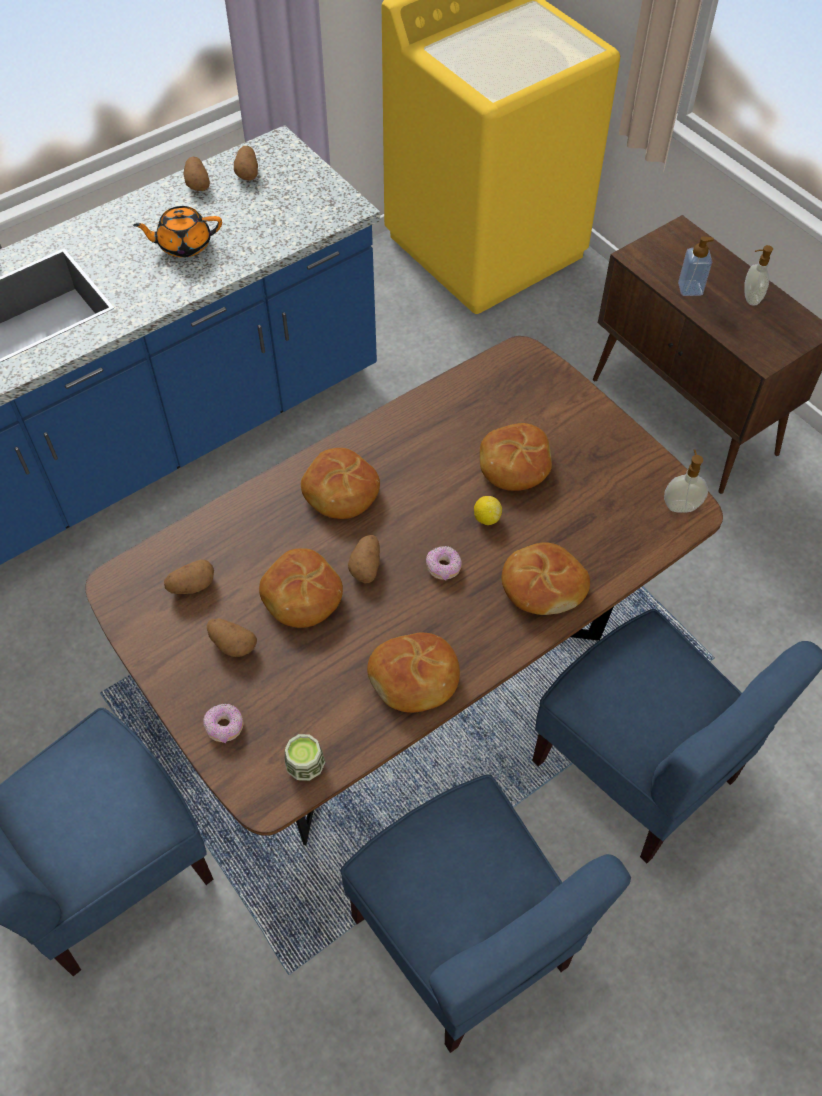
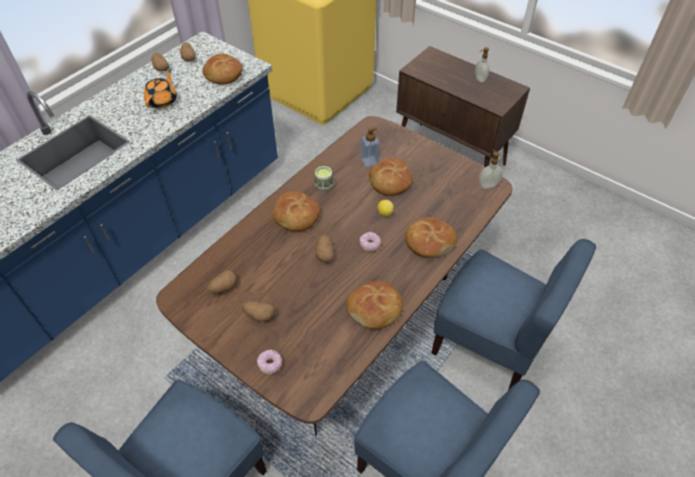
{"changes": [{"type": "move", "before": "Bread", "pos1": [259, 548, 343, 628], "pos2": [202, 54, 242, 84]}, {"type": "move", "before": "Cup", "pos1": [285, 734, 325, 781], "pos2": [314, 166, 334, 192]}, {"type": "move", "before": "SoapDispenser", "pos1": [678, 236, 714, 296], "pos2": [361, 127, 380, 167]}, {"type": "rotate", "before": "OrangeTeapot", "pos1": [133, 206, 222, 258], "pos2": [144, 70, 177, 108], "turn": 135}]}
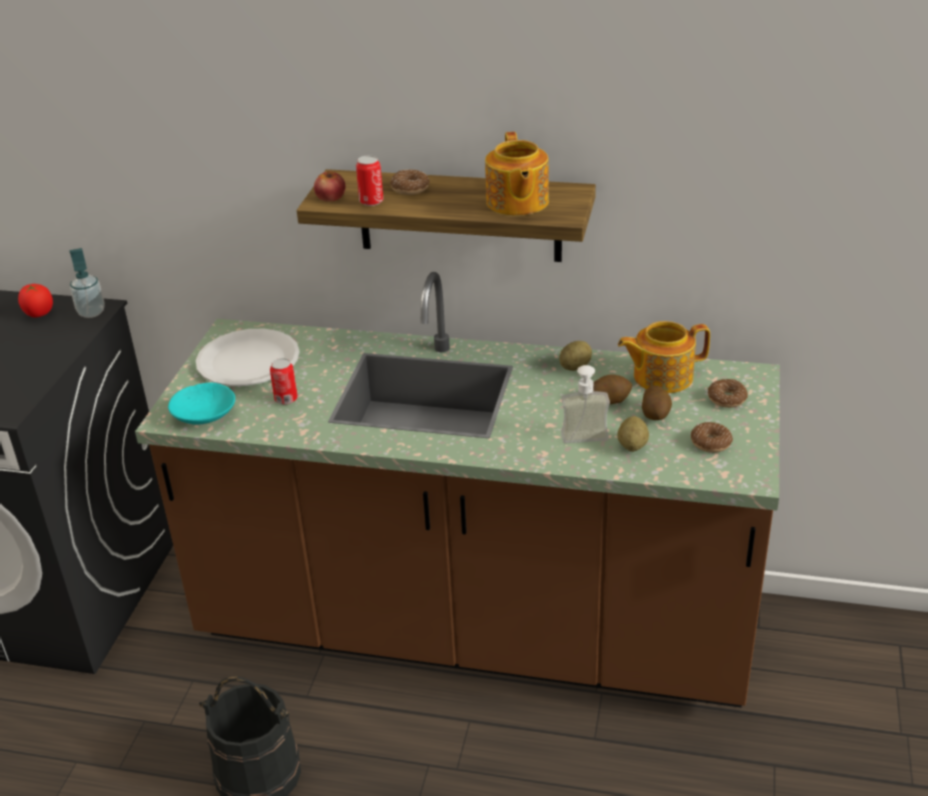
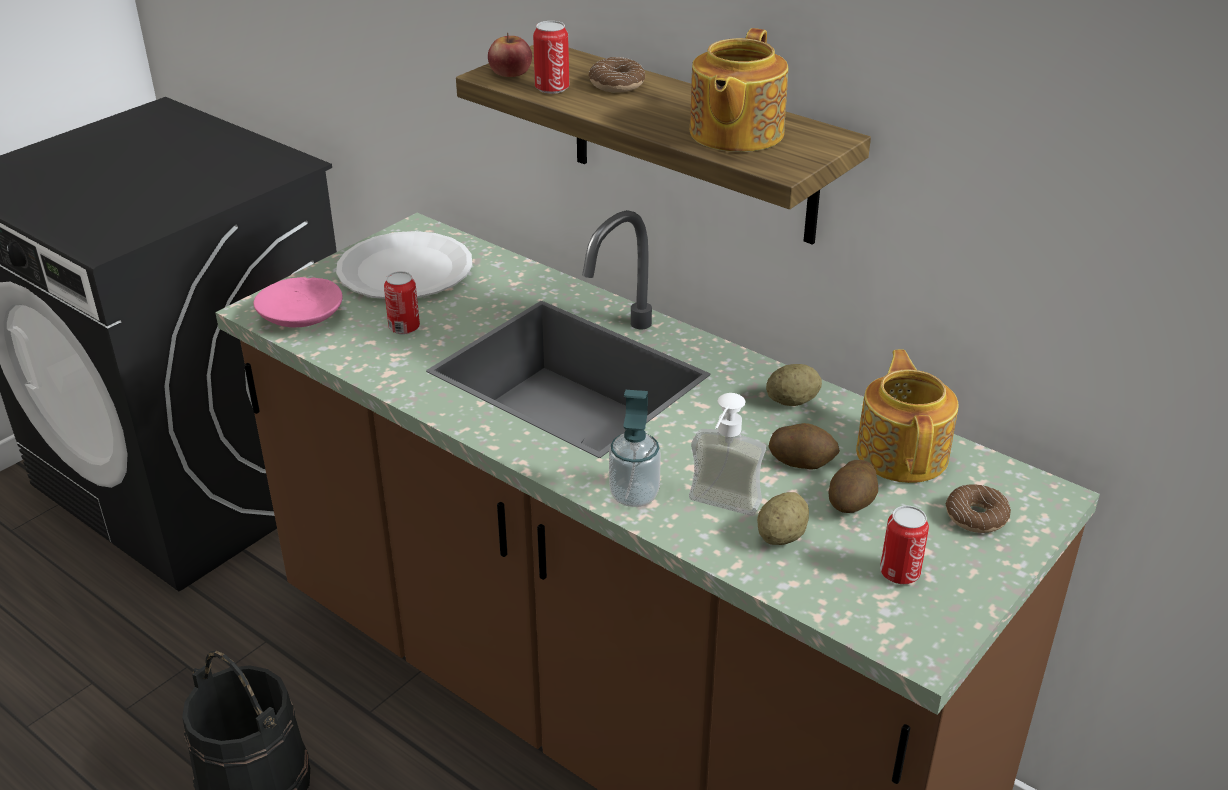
{"changes": [{"type": "delete", "before": "Tomato", "pos1": [18, 284, 53, 317]}, {"type": "move", "before": "SoapDispenser", "pos1": [69, 248, 105, 318], "pos2": [609, 390, 661, 507]}, {"type": "replace", "before": "Donut", "after": "Can", "pos1": [691, 422, 733, 453], "pos2": [880, 506, 929, 584]}, {"type": "recolor", "before": "TurquoiseBowl", "after": "PinkBowl", "pos1": [168, 382, 235, 425], "pos2": [254, 277, 343, 327]}, {"type": "rotate", "before": "Teapot", "pos1": [618, 321, 710, 393], "pos2": [856, 350, 959, 483], "turn": 75}]}
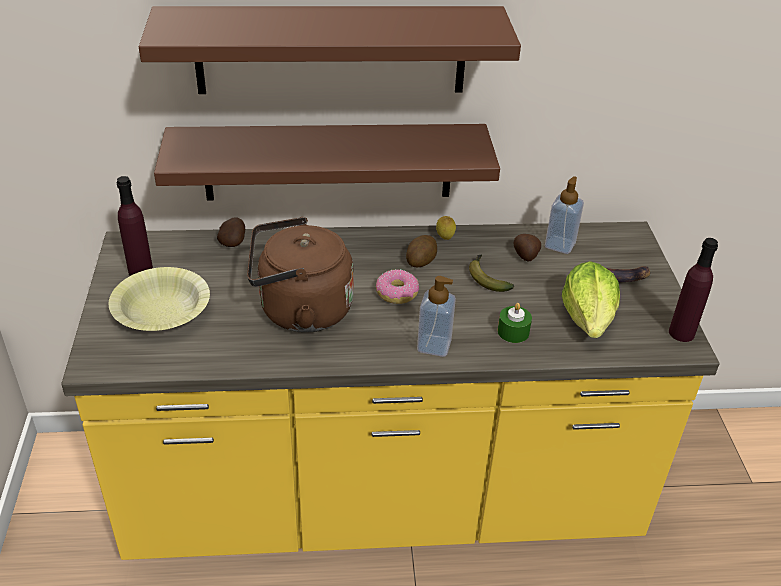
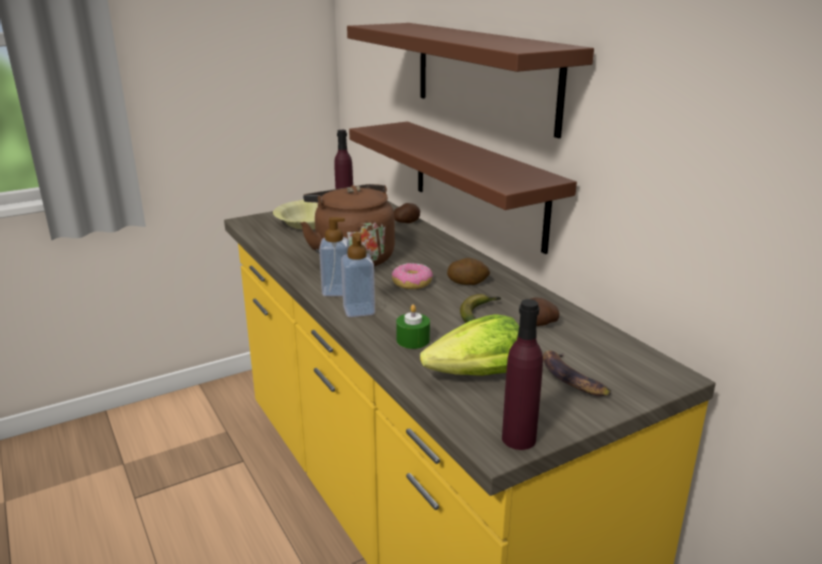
{"changes": [{"type": "delete", "before": "Lemon", "pos1": [436, 216, 456, 240]}, {"type": "move", "before": "SoapDispenser", "pos1": [545, 176, 584, 254], "pos2": [319, 217, 349, 296]}]}
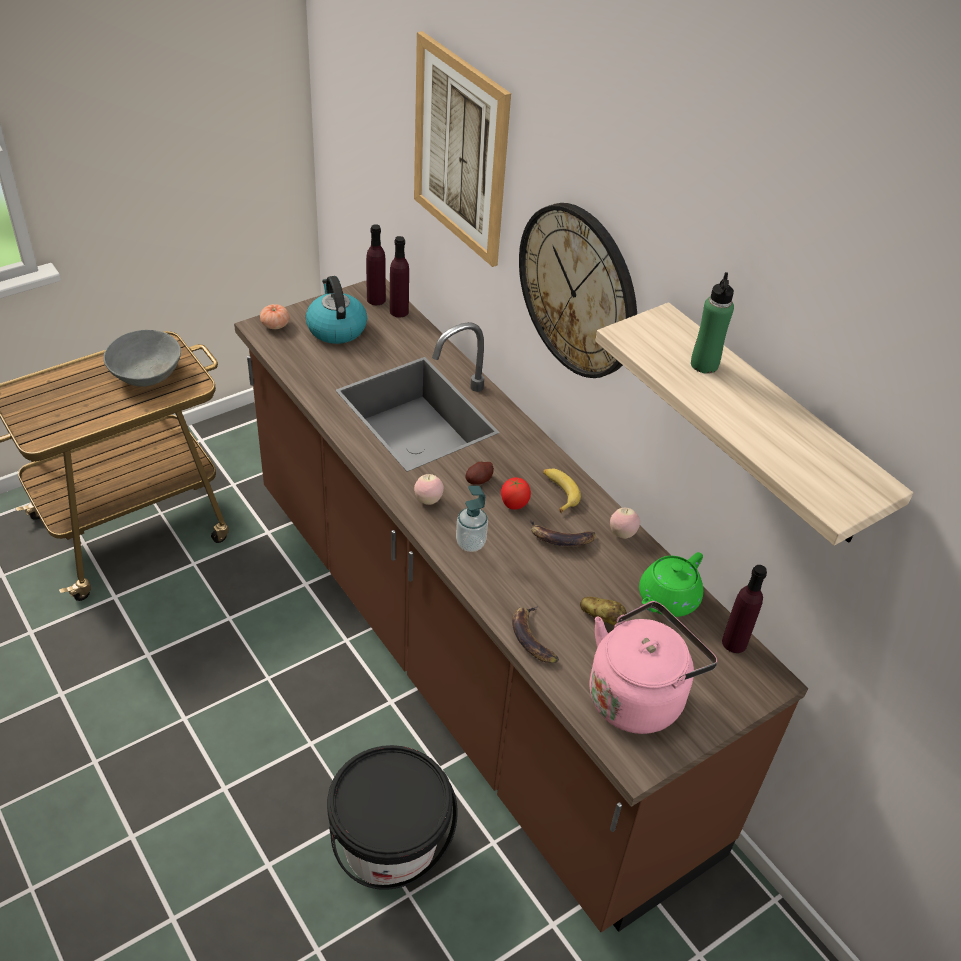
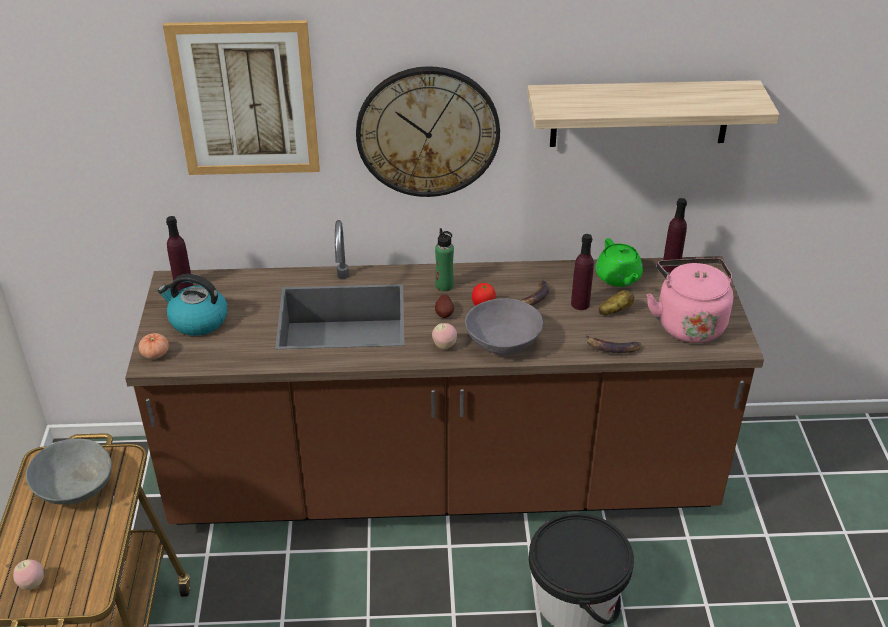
{"changes": [{"type": "delete", "before": "Banana", "pos1": [543, 469, 581, 513]}, {"type": "move", "before": "PurpleBottle", "pos1": [390, 236, 409, 317], "pos2": [571, 234, 594, 310]}, {"type": "move", "before": "Apple", "pos1": [610, 508, 640, 539], "pos2": [13, 559, 44, 590]}, {"type": "move", "before": "GreenBottle", "pos1": [691, 272, 734, 374], "pos2": [435, 228, 454, 291]}, {"type": "replace", "before": "SoapDispenser", "after": "GreyBowl", "pos1": [456, 486, 488, 552], "pos2": [465, 298, 543, 355]}]}
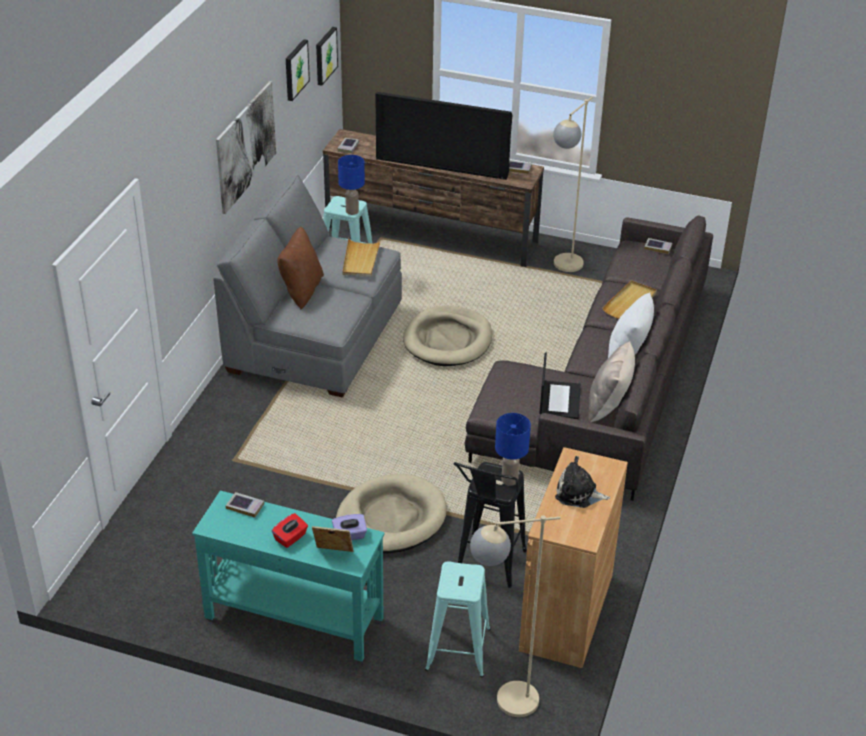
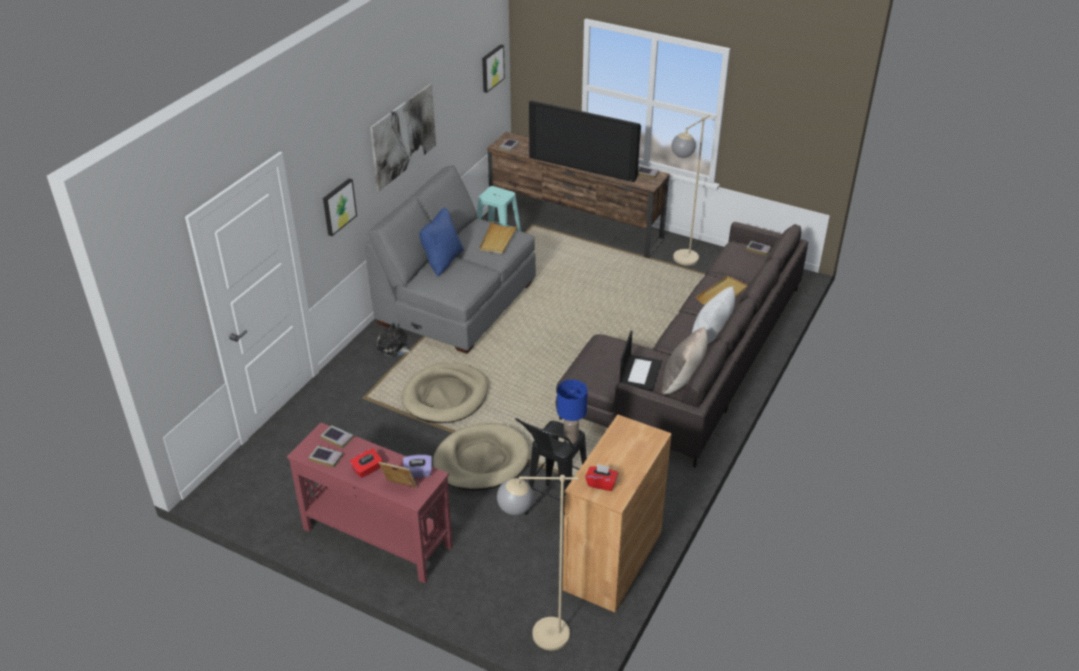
{"changes": [{"type": "delete", "before": "BlueTableLamp", "pos1": [338, 155, 365, 215]}, {"type": "delete", "before": "TurquoiseStool", "pos1": [425, 561, 491, 677]}, {"type": "insert", "after": "Book", "pos2": [308, 446, 343, 468]}, {"type": "insert", "after": "RedTissueBox", "pos2": [585, 464, 618, 491]}, {"type": "move", "before": "Picture", "pos1": [286, 39, 310, 101], "pos2": [323, 178, 357, 236]}, {"type": "move", "before": "BeigeDogBed", "pos1": [403, 306, 492, 366], "pos2": [402, 362, 488, 423]}, {"type": "move", "before": "PlushToy", "pos1": [555, 456, 610, 508], "pos2": [376, 323, 411, 357]}, {"type": "recolor", "before": "TurquoiseConsoleTable", "after": "RedConsoleTable", "pos1": [192, 491, 385, 662], "pos2": [287, 423, 453, 583]}, {"type": "recolor", "before": "BrownPillow", "after": "BluePillow", "pos1": [277, 227, 324, 310], "pos2": [419, 207, 464, 277]}]}
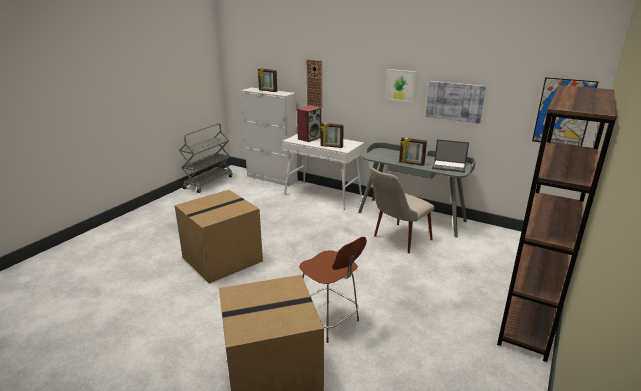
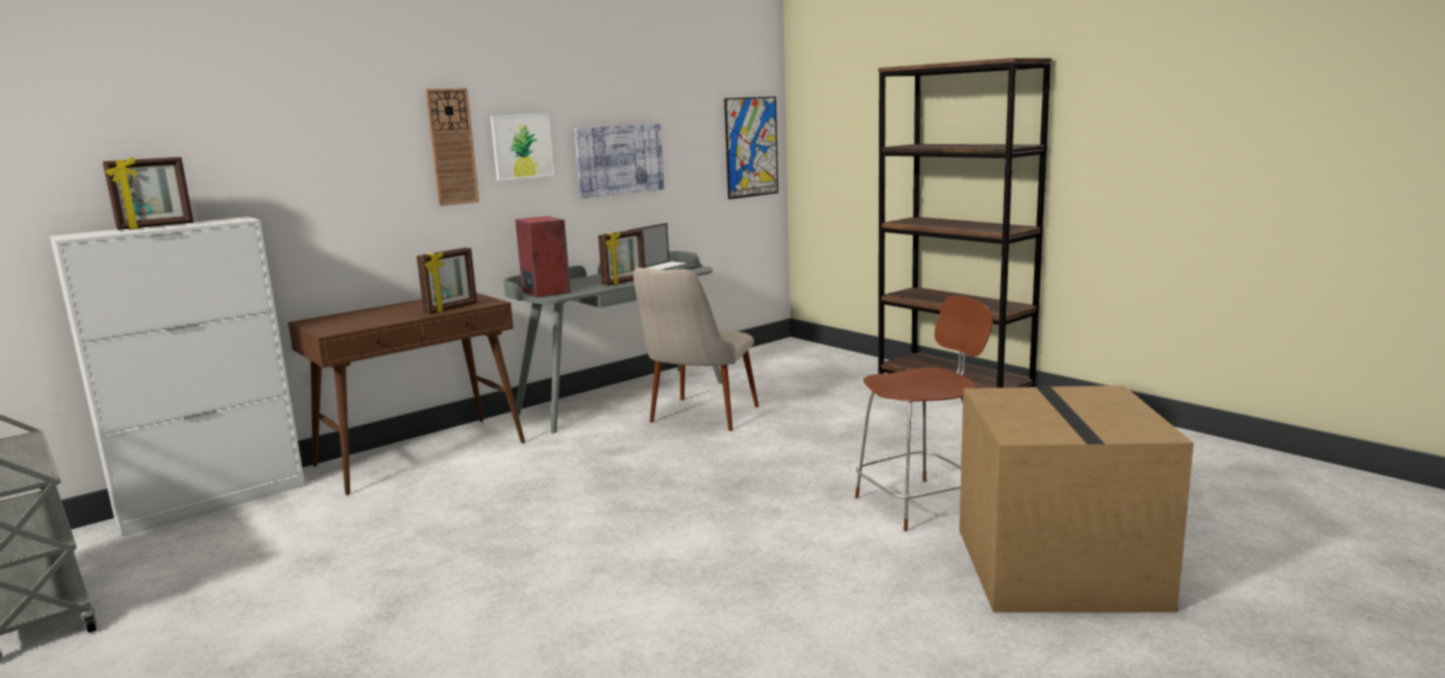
{"changes": [{"type": "delete", "before": "CardboardBox", "pos1": [175, 190, 263, 284]}, {"type": "move", "before": "Speaker", "pos1": [297, 106, 321, 142], "pos2": [515, 216, 571, 298]}, {"type": "move", "before": "WallClock", "pos1": [307, 59, 322, 108], "pos2": [425, 88, 479, 206]}, {"type": "recolor", "before": "WhiteConsoleTable", "after": "BrownConsoleTable", "pos1": [282, 134, 364, 210], "pos2": [288, 293, 525, 495]}, {"type": "rotate", "before": "BeigeChair", "pos1": [370, 167, 435, 253], "pos2": [633, 268, 759, 431], "turn": 45}]}
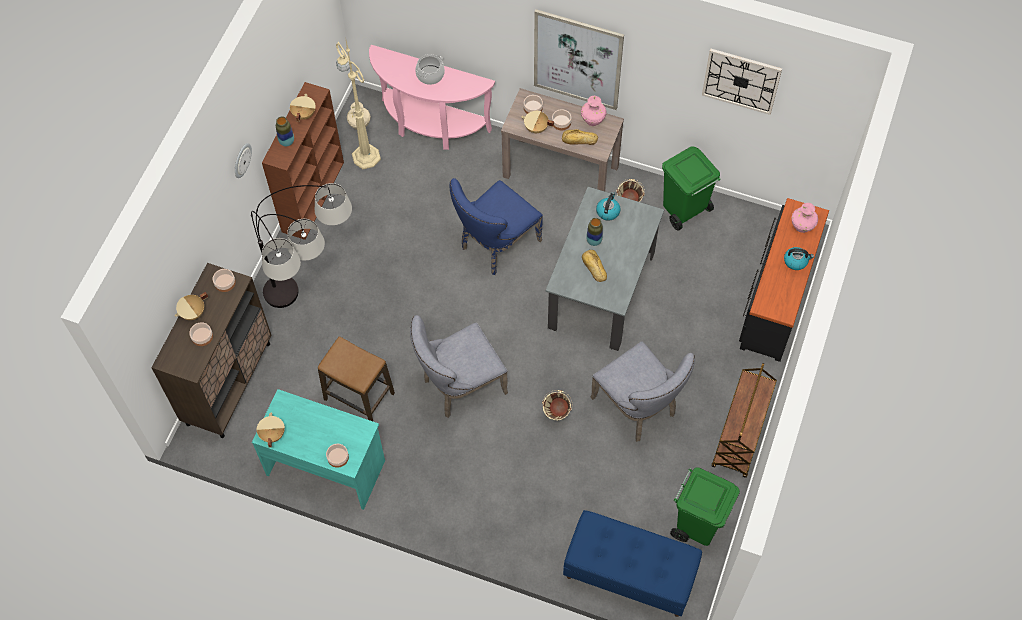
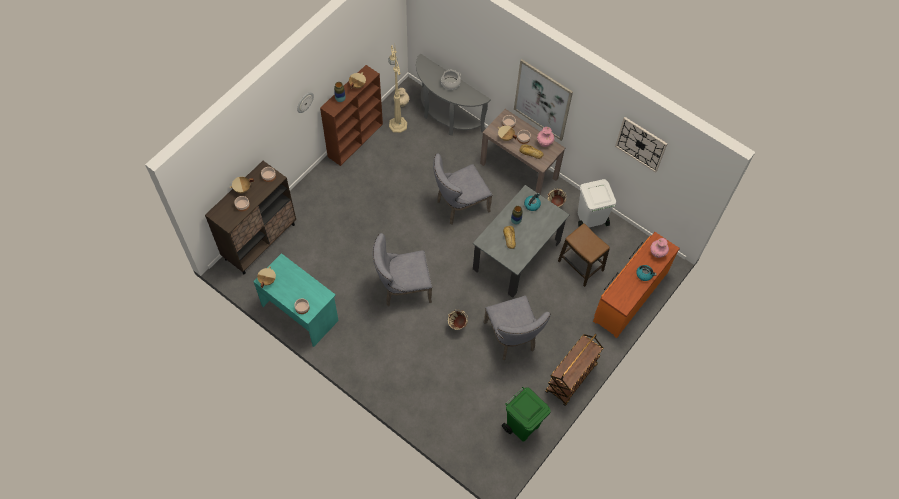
{"changes": [{"type": "delete", "before": "FloorLamp", "pos1": [251, 183, 352, 308]}, {"type": "delete", "before": "BlueBench", "pos1": [563, 510, 702, 617]}, {"type": "move", "before": "Stool", "pos1": [318, 337, 395, 421], "pos2": [558, 223, 610, 287]}, {"type": "recolor", "before": "PinkConsoleTable", "after": "GreyConsoleTable", "pos1": [369, 45, 495, 150], "pos2": [416, 53, 491, 136]}, {"type": "recolor", "before": "BlueChair", "after": "GreyChair", "pos1": [450, 178, 543, 275], "pos2": [433, 153, 492, 225]}, {"type": "recolor", "before": "GreenTrashCan", "after": "WhiteTrashCan", "pos1": [662, 146, 720, 231], "pos2": [578, 179, 616, 227]}, {"type": "recolor", "before": "BlackDresser", "after": "OrangeDresser", "pos1": [739, 198, 829, 362], "pos2": [593, 232, 680, 338]}]}
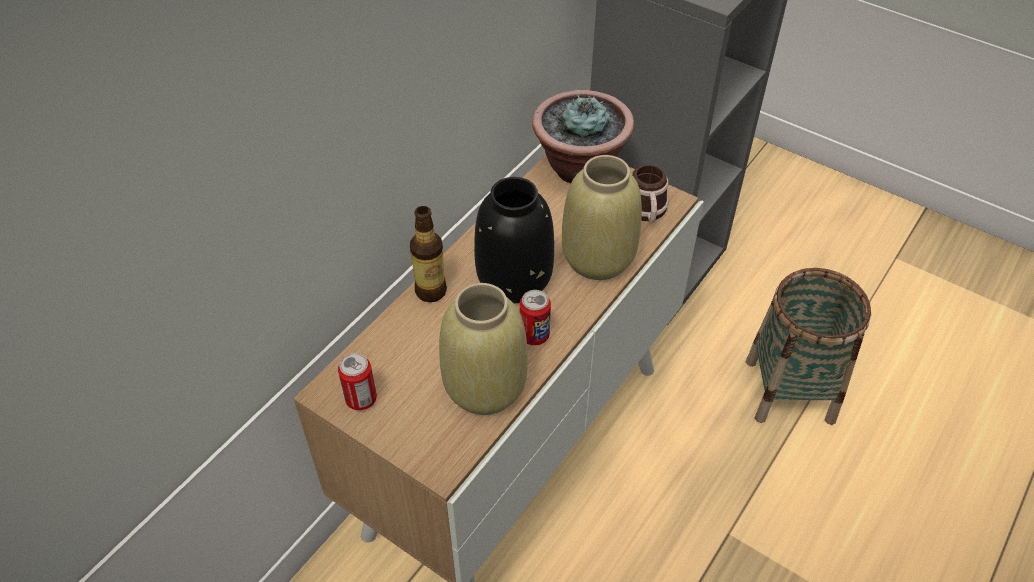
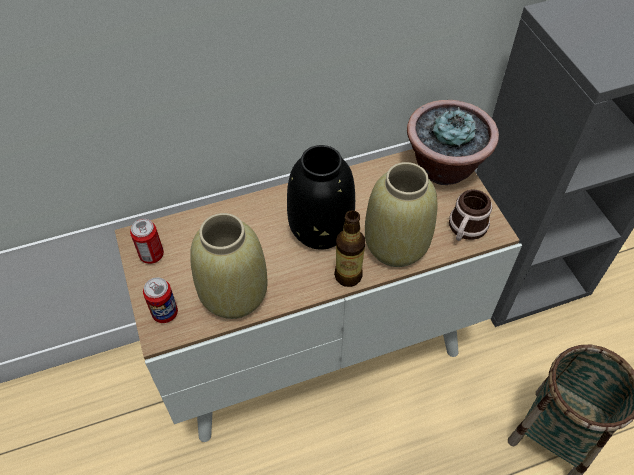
{"changes": [{"type": "move", "before": "Bottle", "pos1": [410, 206, 447, 302], "pos2": [334, 210, 365, 287]}, {"type": "move", "before": "Can", "pos1": [520, 290, 551, 345], "pos2": [143, 278, 178, 323]}]}
